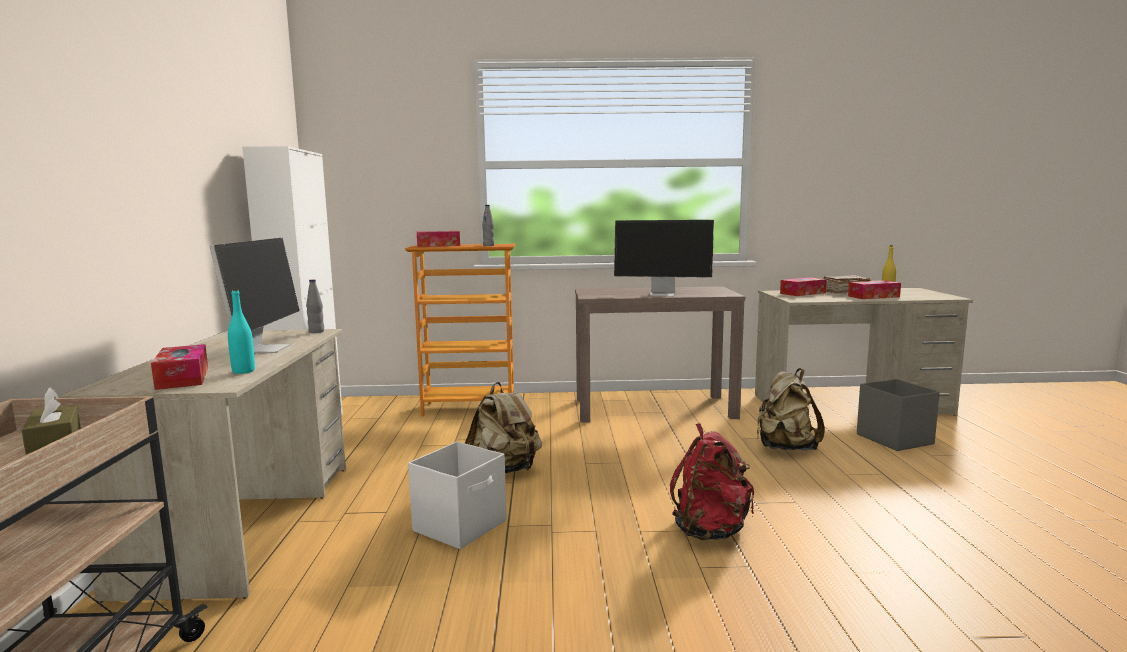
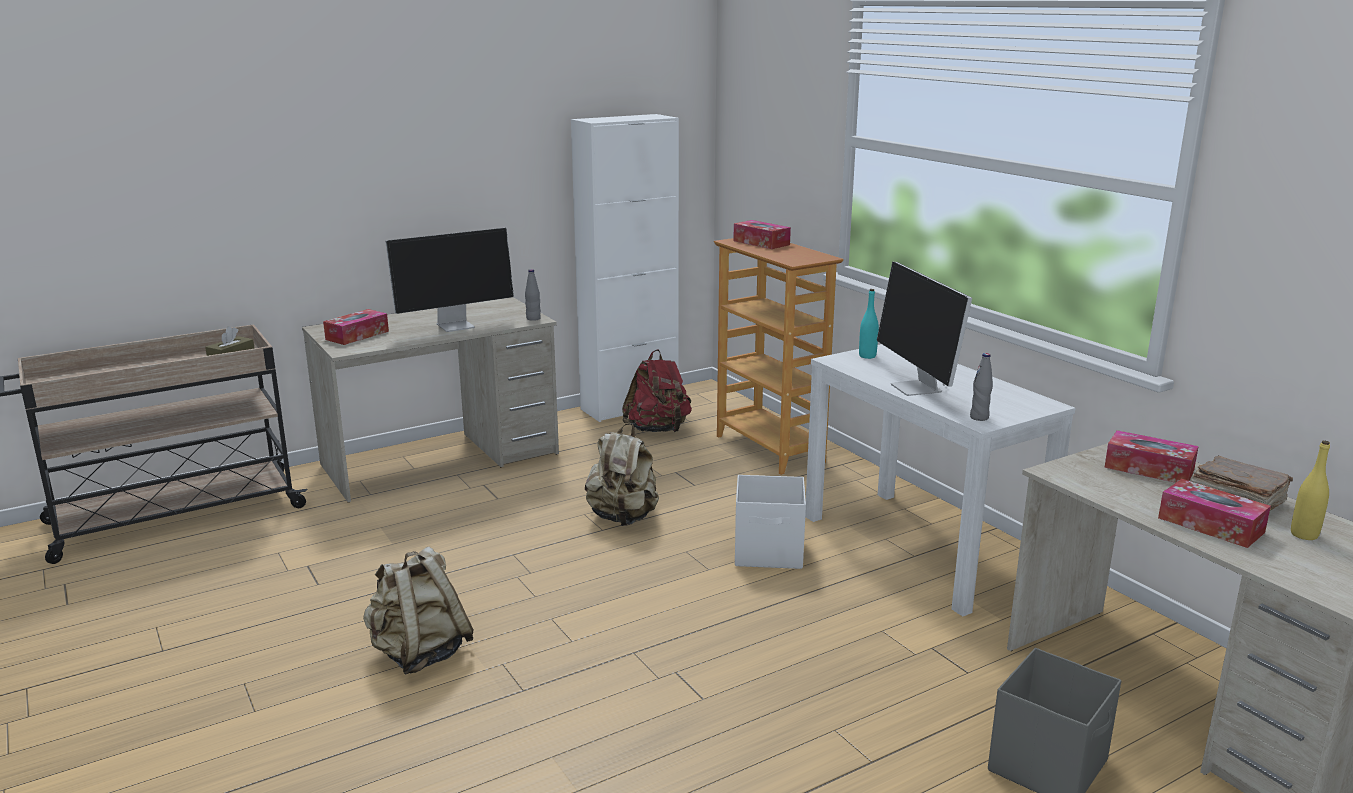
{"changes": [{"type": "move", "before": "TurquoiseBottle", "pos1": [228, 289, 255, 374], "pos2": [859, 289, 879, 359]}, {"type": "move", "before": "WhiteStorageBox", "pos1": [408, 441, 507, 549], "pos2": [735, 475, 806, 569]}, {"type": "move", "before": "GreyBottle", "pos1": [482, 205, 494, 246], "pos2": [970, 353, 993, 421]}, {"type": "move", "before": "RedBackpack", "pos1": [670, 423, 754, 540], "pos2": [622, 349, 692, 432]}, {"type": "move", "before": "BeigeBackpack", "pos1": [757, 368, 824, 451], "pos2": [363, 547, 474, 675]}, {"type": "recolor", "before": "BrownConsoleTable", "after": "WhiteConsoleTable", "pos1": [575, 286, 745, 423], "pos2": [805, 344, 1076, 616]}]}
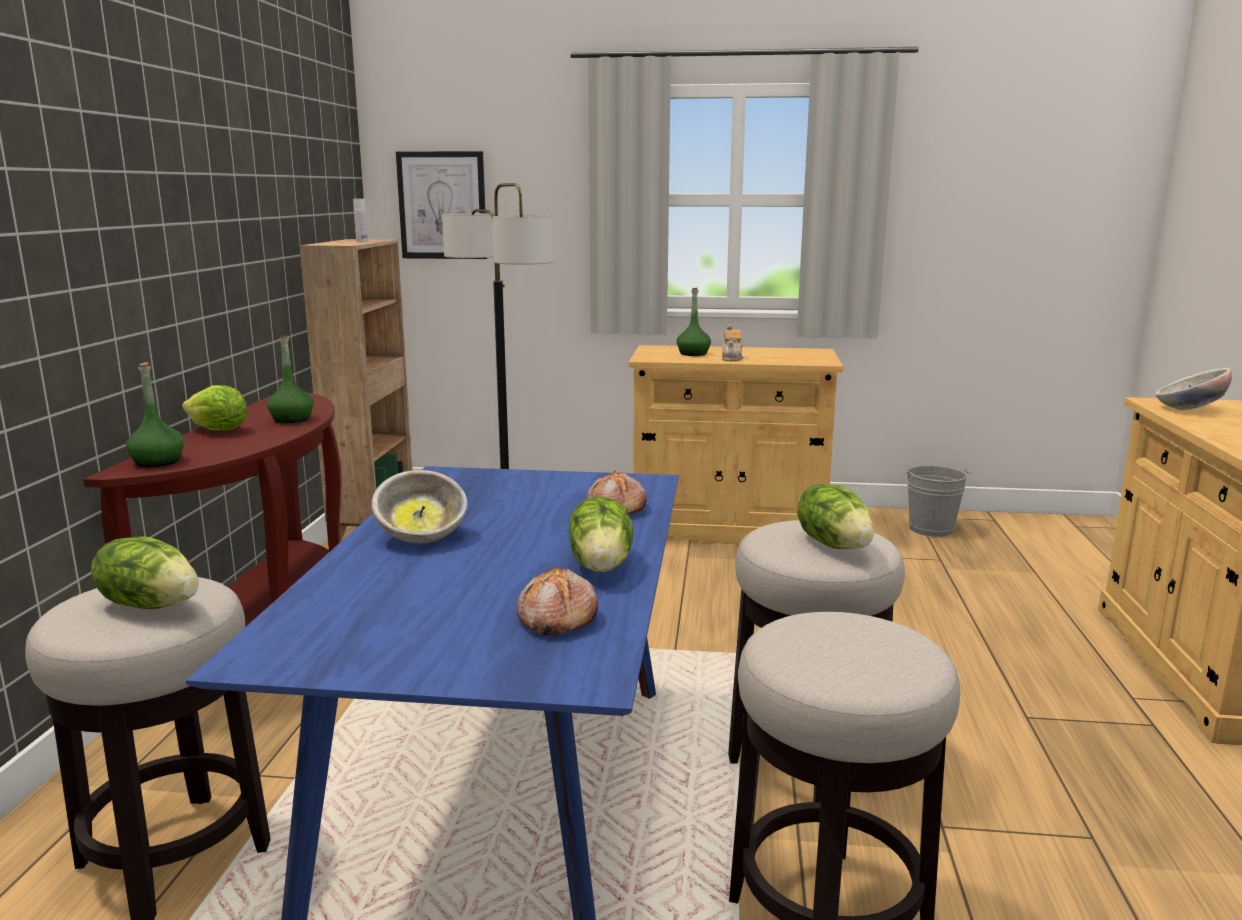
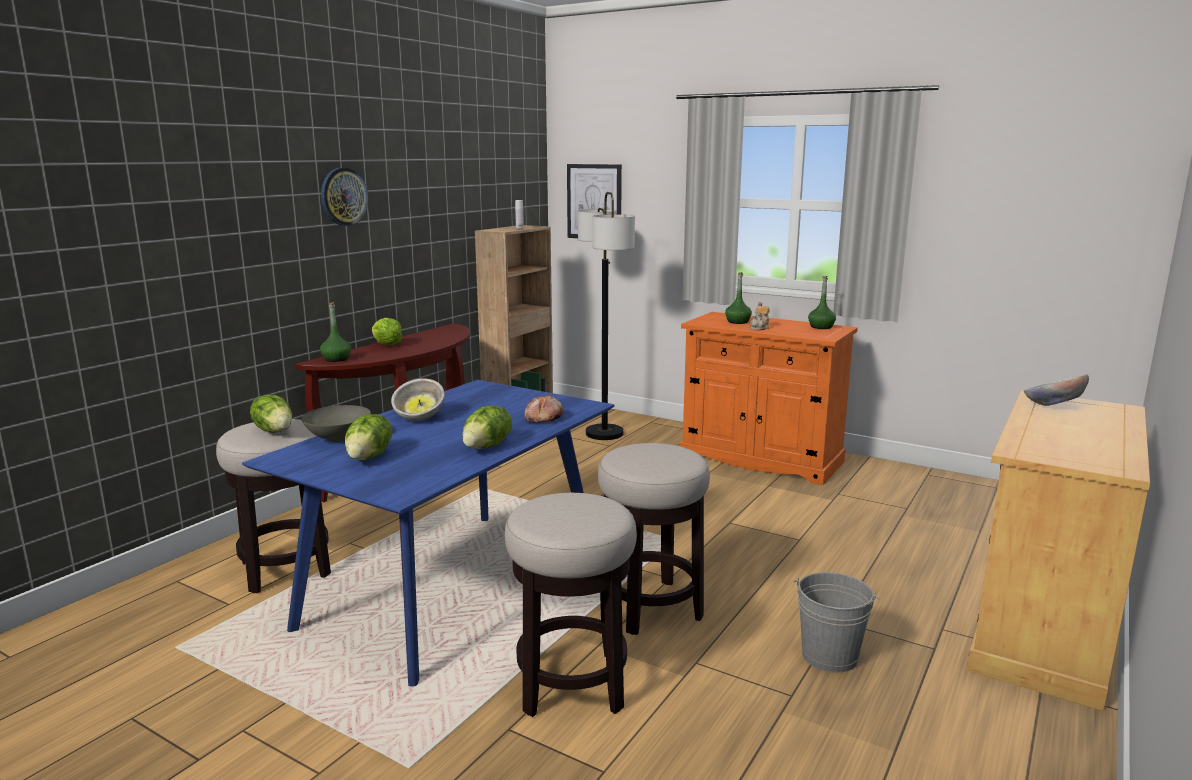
{"changes": [{"type": "delete", "before": "Bread", "pos1": [517, 565, 598, 635]}, {"type": "insert", "after": "GreyBowl", "pos2": [301, 405, 371, 442]}, {"type": "insert", "after": "WallClock", "pos2": [321, 167, 368, 226]}, {"type": "move", "before": "GreenBottle", "pos1": [267, 335, 314, 423], "pos2": [808, 276, 836, 329]}, {"type": "move", "before": "Lettuce", "pos1": [797, 484, 874, 549], "pos2": [345, 414, 393, 460]}, {"type": "move", "before": "GreyBucket", "pos1": [906, 465, 971, 537], "pos2": [793, 572, 879, 673]}, {"type": "recolor", "before": "BeigeCabinet", "after": "OrangeCabinet", "pos1": [629, 345, 843, 544], "pos2": [680, 312, 858, 485]}]}
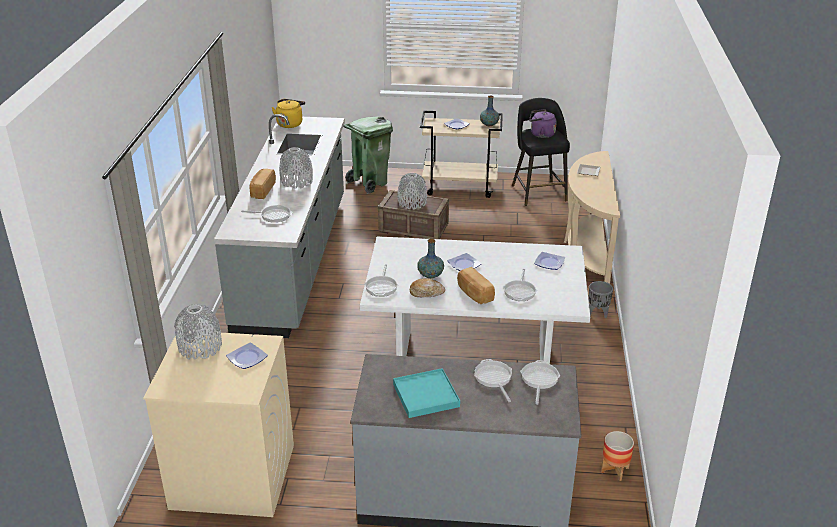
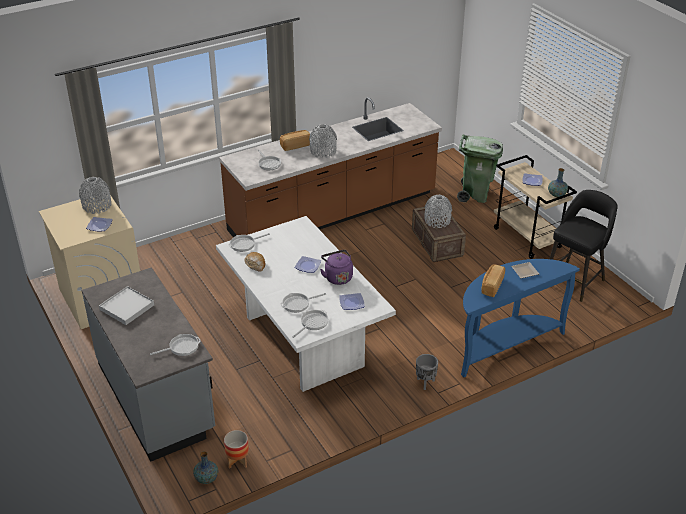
{"changes": [{"type": "delete", "before": "YellowKettle", "pos1": [271, 99, 305, 128]}, {"type": "move", "before": "Vase", "pos1": [417, 239, 444, 279], "pos2": [193, 451, 218, 484]}, {"type": "move", "before": "Bread", "pos1": [457, 267, 495, 304], "pos2": [481, 265, 505, 297]}, {"type": "move", "before": "FryingPan", "pos1": [474, 359, 512, 402], "pos2": [292, 310, 328, 338]}, {"type": "move", "before": "PurpleKettle", "pos1": [529, 109, 557, 138], "pos2": [320, 250, 353, 285]}, {"type": "recolor", "before": "GreyCounter", "after": "BrownCounter", "pos1": [214, 114, 345, 338], "pos2": [219, 97, 442, 237]}, {"type": "recolor", "before": "TurquoiseTray", "after": "WhiteTray", "pos1": [393, 368, 460, 418], "pos2": [99, 286, 154, 325]}, {"type": "recolor", "before": "BeigeConsoleTable", "after": "BlueConsoleTable", "pos1": [564, 151, 620, 284], "pos2": [461, 259, 580, 377]}]}
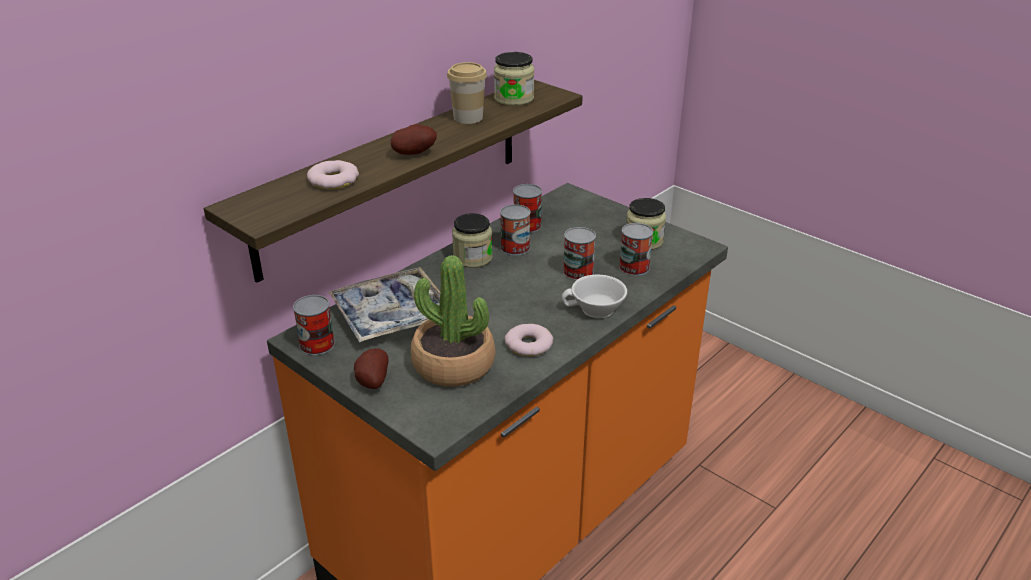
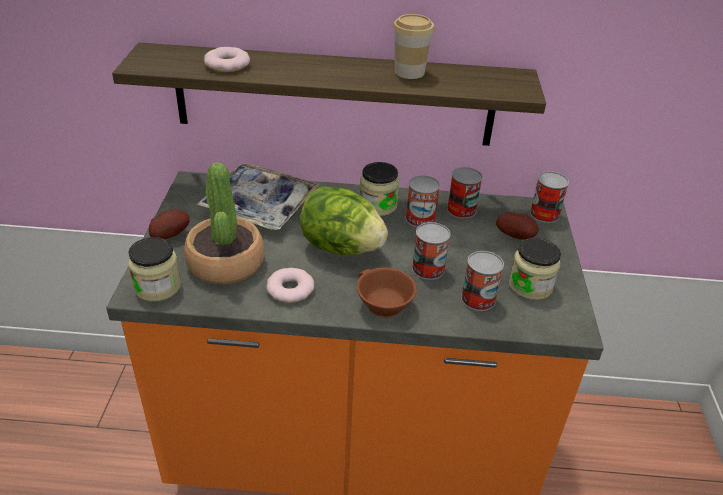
{"changes": [{"type": "insert", "after": "Lettuce", "pos2": [300, 186, 388, 255]}, {"type": "move", "before": "Can", "pos1": [293, 295, 335, 355], "pos2": [530, 171, 569, 223]}, {"type": "move", "before": "Potato", "pos1": [391, 124, 437, 155], "pos2": [496, 212, 539, 240]}, {"type": "move", "before": "Jar", "pos1": [494, 52, 534, 106], "pos2": [128, 237, 181, 302]}, {"type": "recolor", "before": "WhiteCup", "after": "BrownCup", "pos1": [562, 274, 627, 318], "pos2": [357, 267, 417, 318]}]}
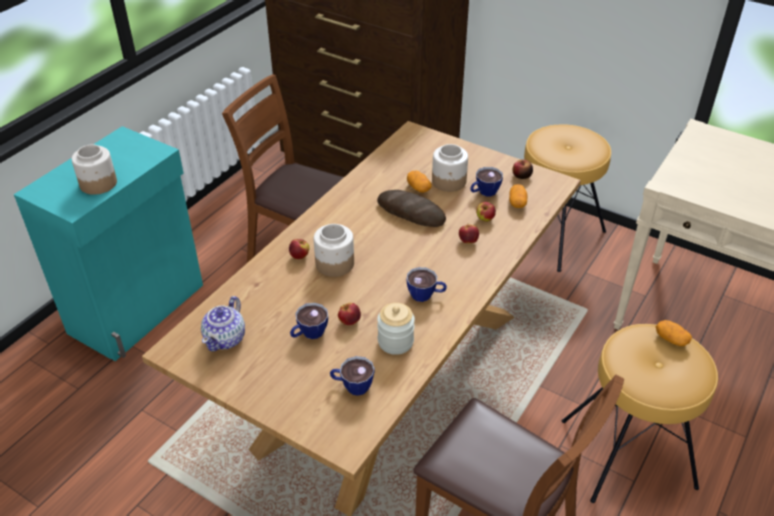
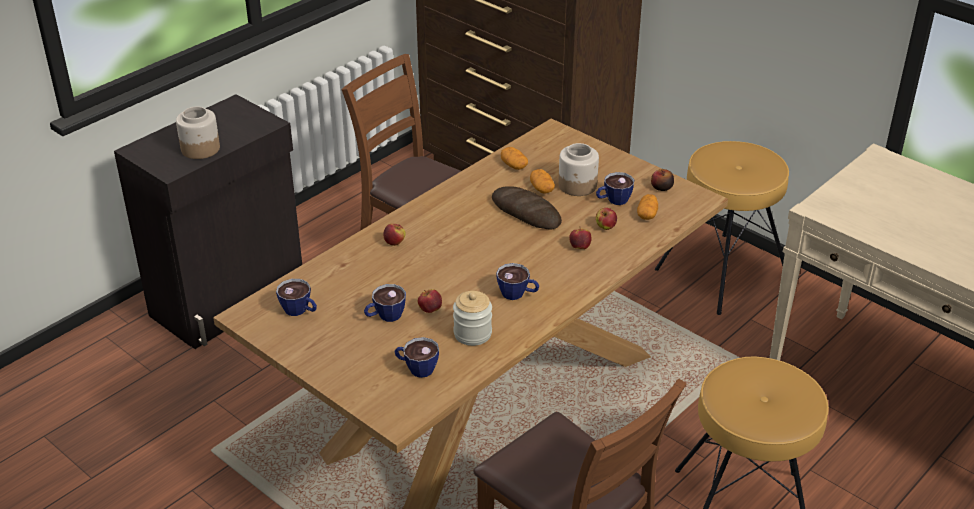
{"changes": [{"type": "delete", "before": "Jar", "pos1": [314, 224, 354, 277]}, {"type": "move", "before": "Potato", "pos1": [656, 320, 692, 346], "pos2": [501, 147, 528, 170]}, {"type": "replace", "before": "Teapot", "after": "Cup", "pos1": [201, 296, 245, 351], "pos2": [276, 279, 317, 316]}, {"type": "recolor", "before": "TurquoiseCabinet", "after": "BlackCabinet", "pos1": [14, 126, 203, 361], "pos2": [114, 94, 302, 349]}]}
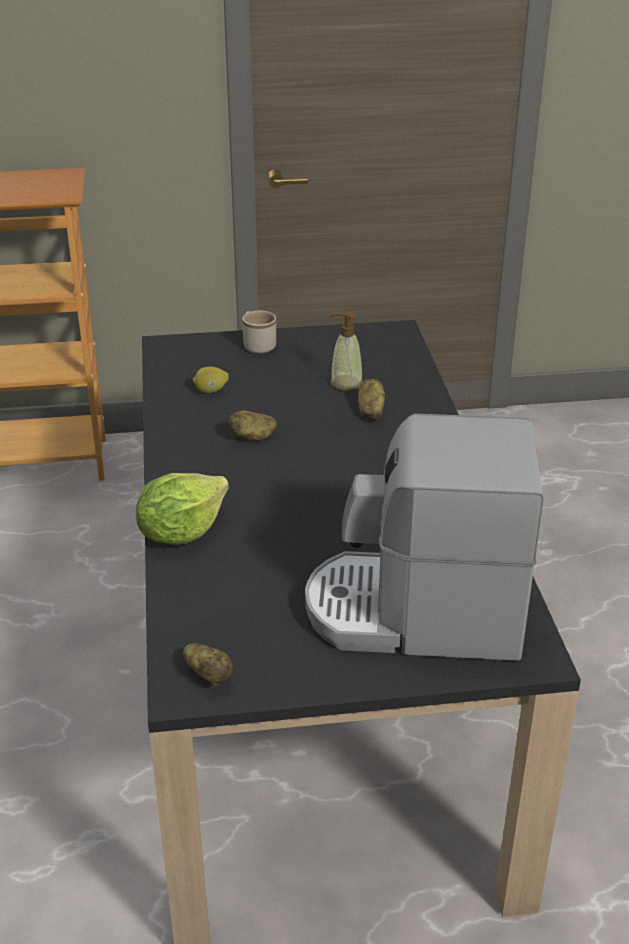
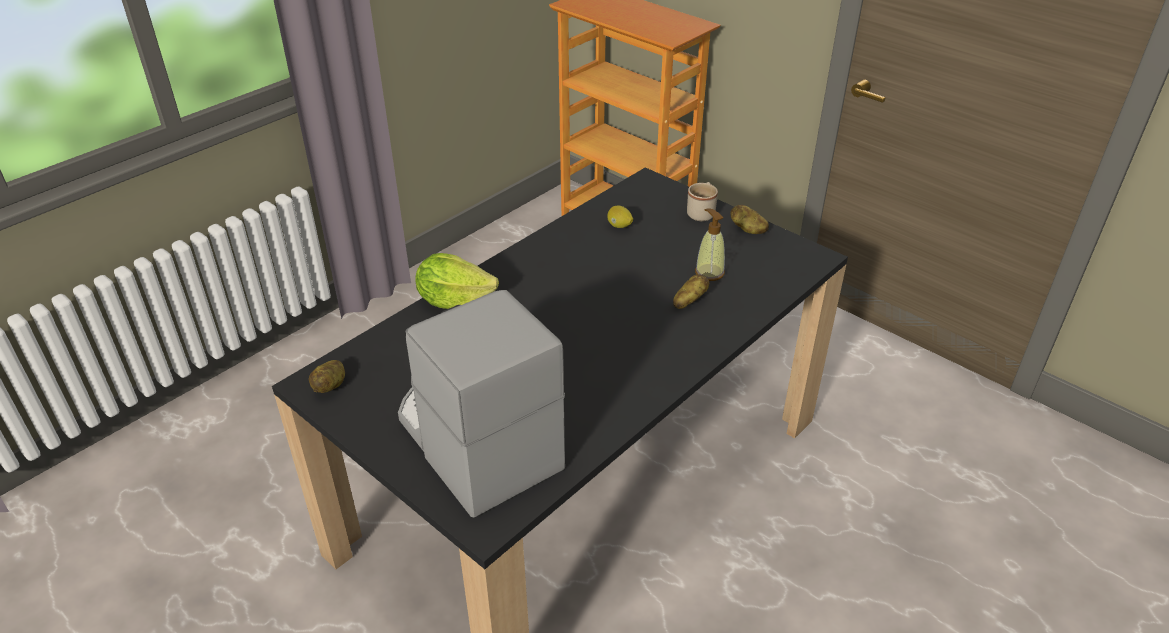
{"changes": [{"type": "move", "before": "Potato", "pos1": [228, 410, 277, 440], "pos2": [730, 205, 769, 234]}]}
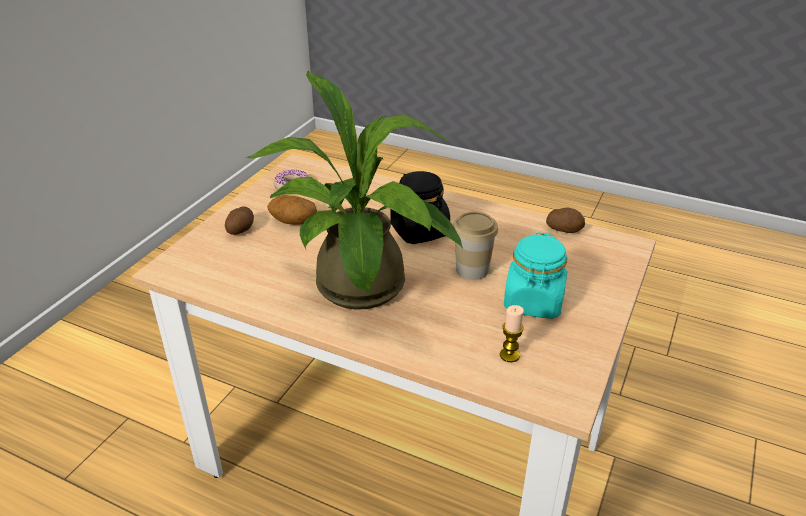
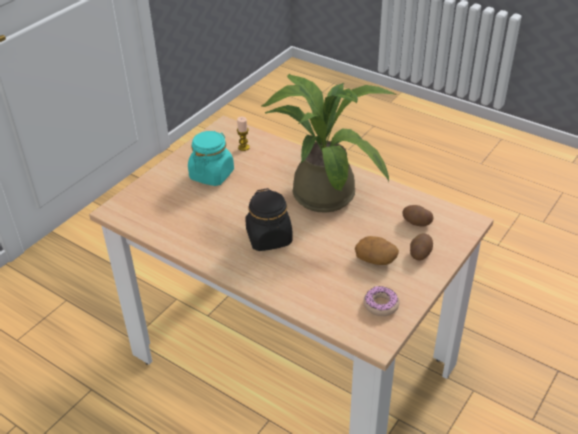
{"changes": [{"type": "delete", "before": "Cup", "pos1": [453, 212, 498, 280]}, {"type": "move", "before": "Potato", "pos1": [546, 207, 585, 233], "pos2": [402, 205, 434, 227]}]}
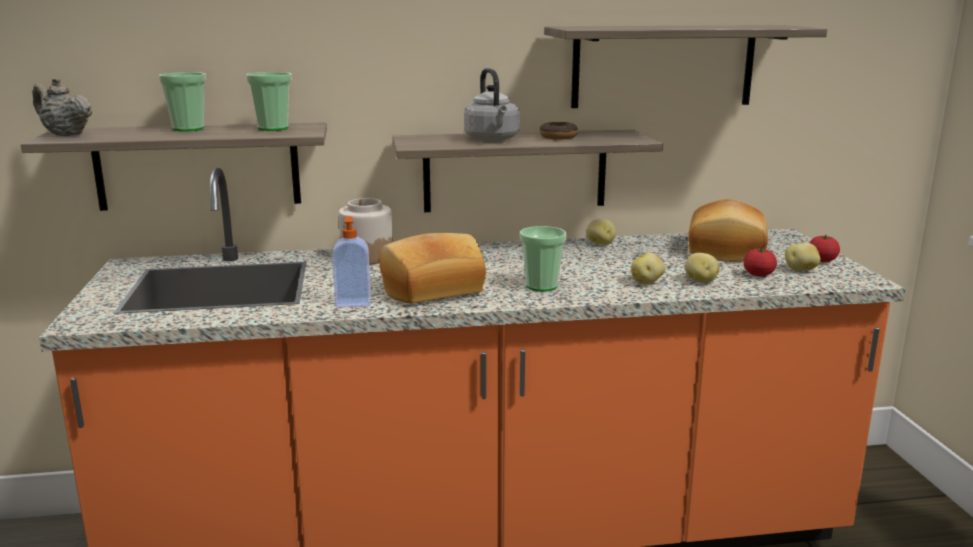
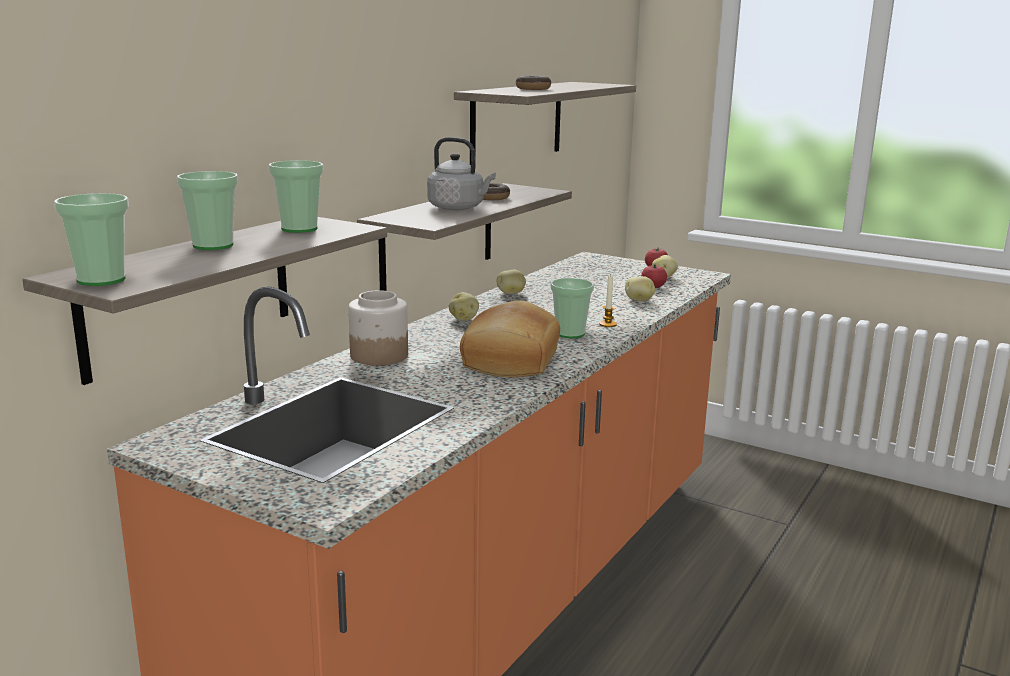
{"changes": [{"type": "delete", "before": "SoapDispenser", "pos1": [332, 216, 371, 308]}, {"type": "delete", "before": "Bread", "pos1": [688, 198, 768, 262]}, {"type": "insert", "after": "Donut", "pos2": [516, 75, 551, 90]}, {"type": "insert", "after": "Candle", "pos2": [599, 275, 617, 327]}, {"type": "move", "before": "Potato", "pos1": [631, 253, 666, 284], "pos2": [449, 292, 479, 321]}, {"type": "replace", "before": "BeigeTeapot", "after": "Cup", "pos1": [32, 77, 93, 136], "pos2": [54, 193, 129, 286]}]}
